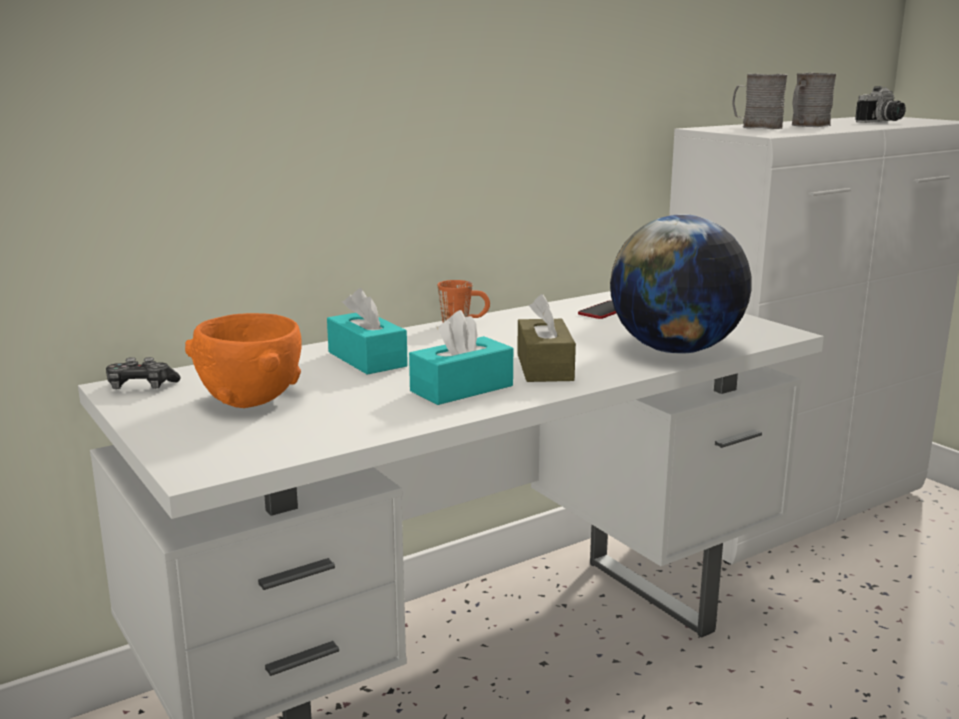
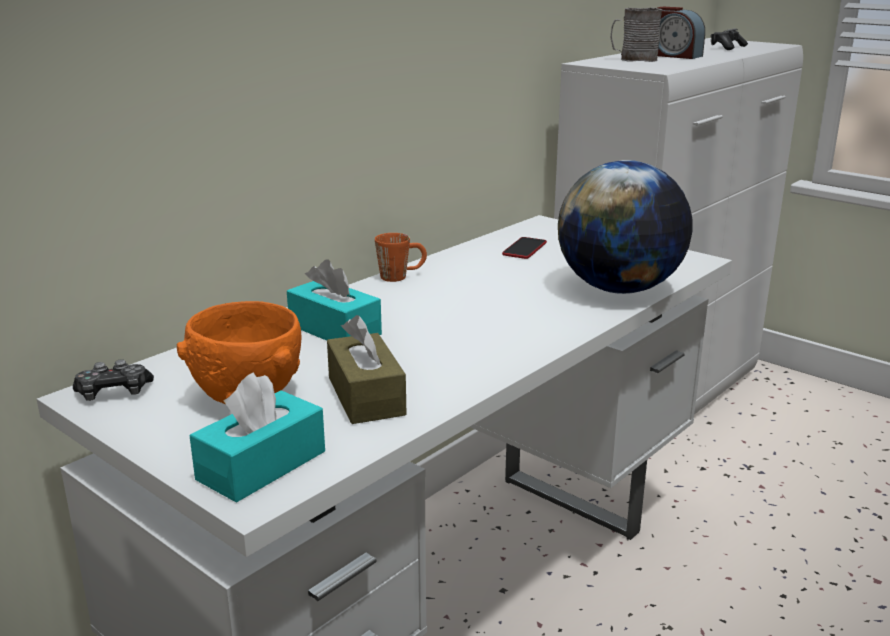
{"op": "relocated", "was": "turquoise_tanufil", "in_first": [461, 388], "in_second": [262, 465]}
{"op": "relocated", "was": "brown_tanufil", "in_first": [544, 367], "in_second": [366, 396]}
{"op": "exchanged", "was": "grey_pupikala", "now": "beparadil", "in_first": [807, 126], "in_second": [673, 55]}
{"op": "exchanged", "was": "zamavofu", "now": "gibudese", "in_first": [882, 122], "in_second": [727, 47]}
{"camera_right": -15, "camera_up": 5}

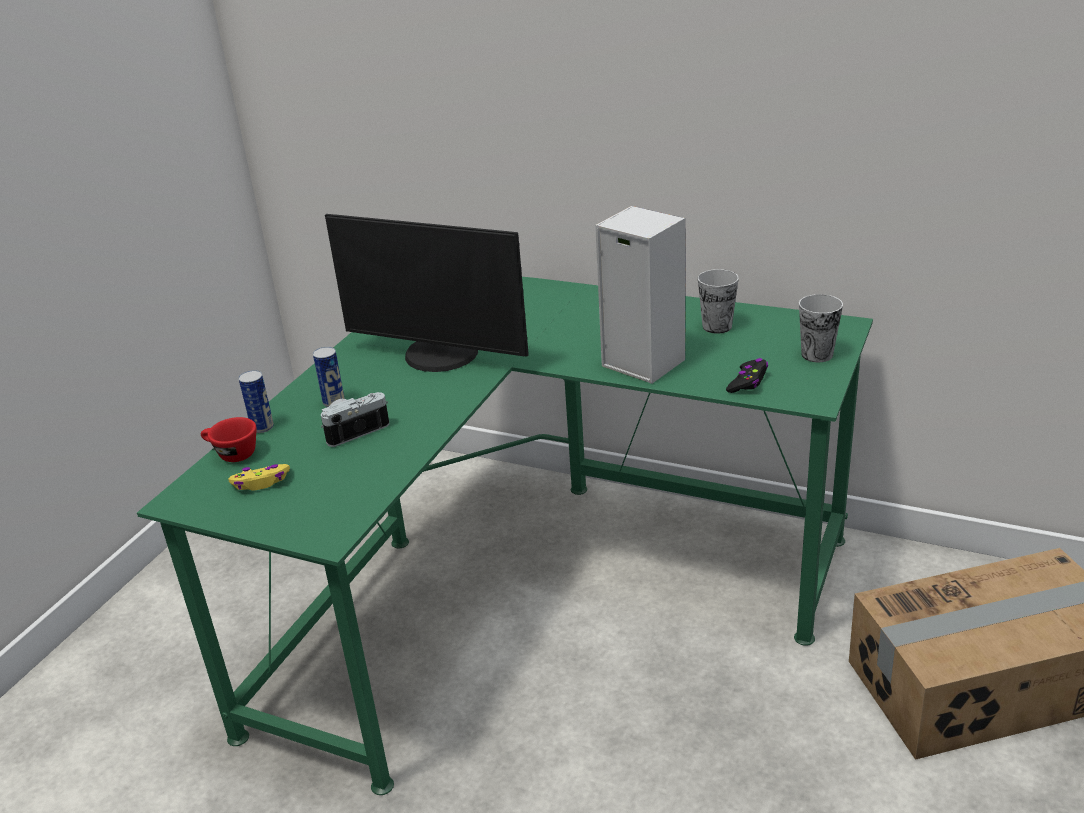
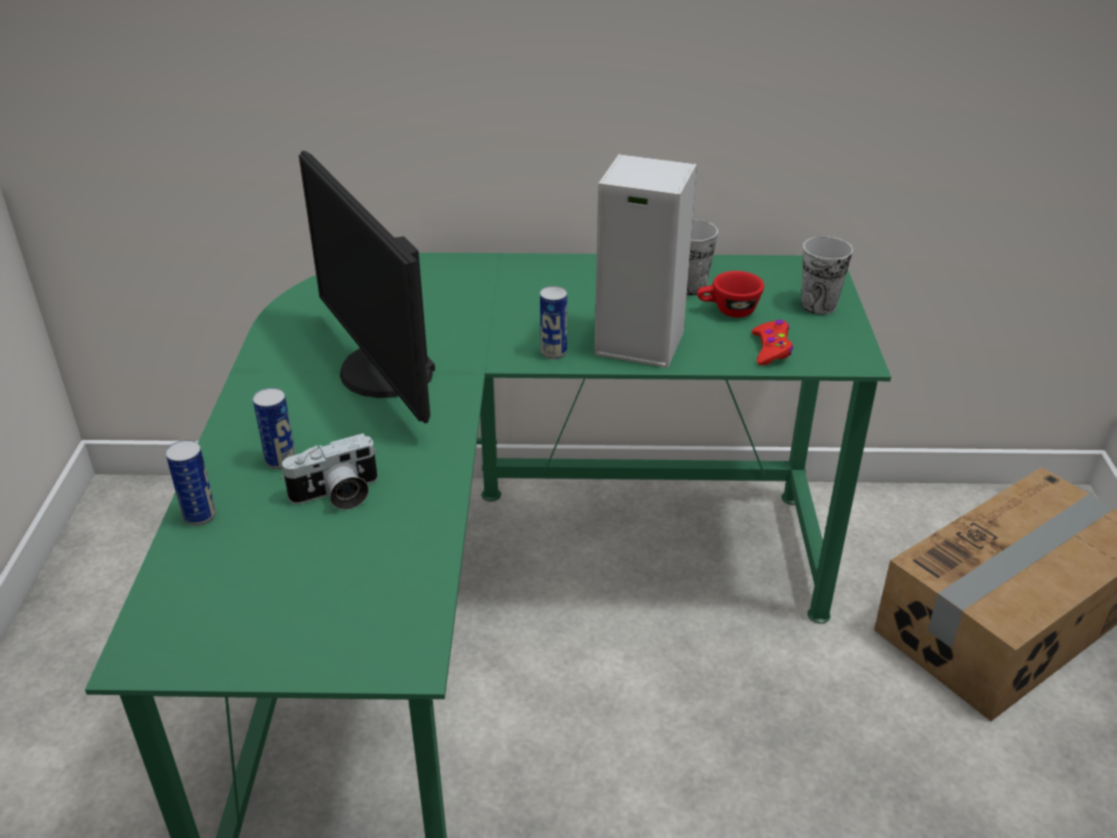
{"op": "relocated", "was": "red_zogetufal", "in_first": [231, 454], "in_second": [728, 311]}
{"op": "missing", "was": "yellow_gibudese", "in_first": [261, 483]}
{"op": "spun", "was": "zamavofu", "in_first": [354, 430], "in_second": [337, 495], "clockwise": -150}
{"op": "spun", "was": "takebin", "in_first": [439, 356], "in_second": [382, 372], "clockwise": 60}
{"op": "colour", "was": "black_gibudese", "now": "red_gibudese", "in_first": [748, 382], "in_second": [771, 349]}
{"op": "appeared", "now": "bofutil", "in_second": [553, 352]}
{"camera_right": -25, "camera_up": 5}

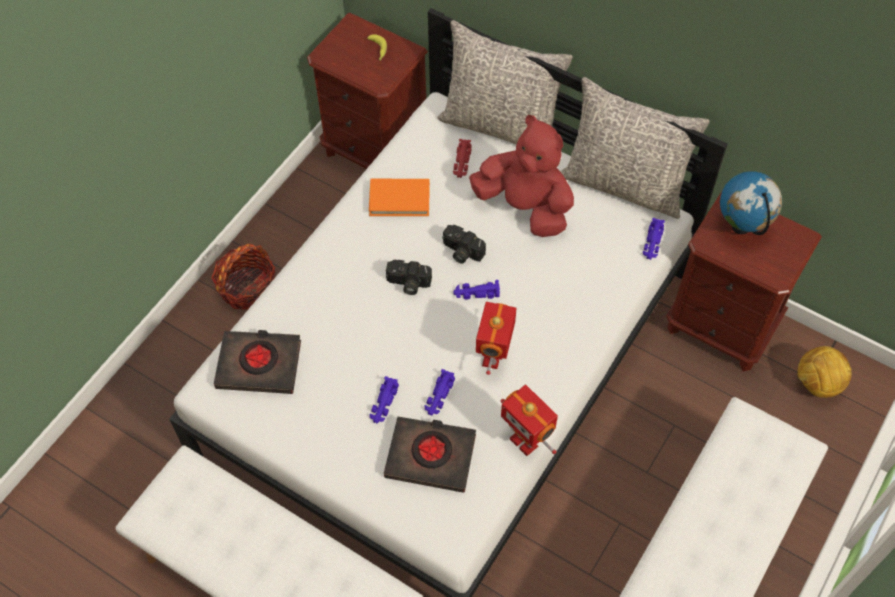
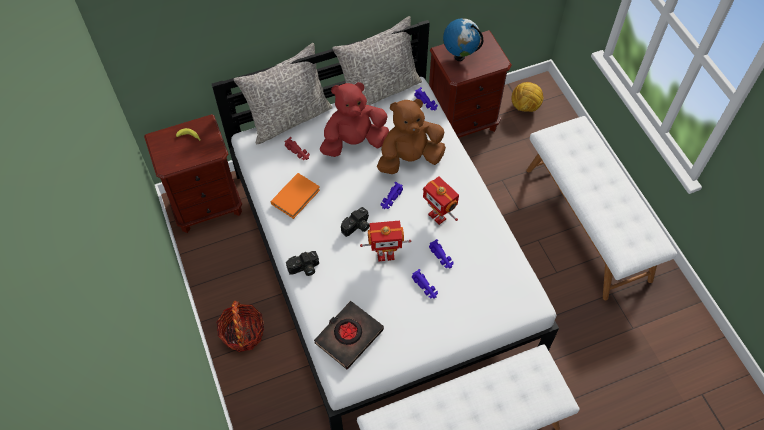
{"op": "missing", "was": "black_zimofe", "in_first": [431, 456]}
{"op": "relocated", "was": "zamavofu", "in_first": [461, 252], "in_second": [304, 269]}
{"op": "relocated", "was": "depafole", "in_first": [525, 441], "in_second": [385, 254]}
{"op": "appeared", "now": "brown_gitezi", "in_second": [409, 158]}
{"camera_right": -55, "camera_up": 0}

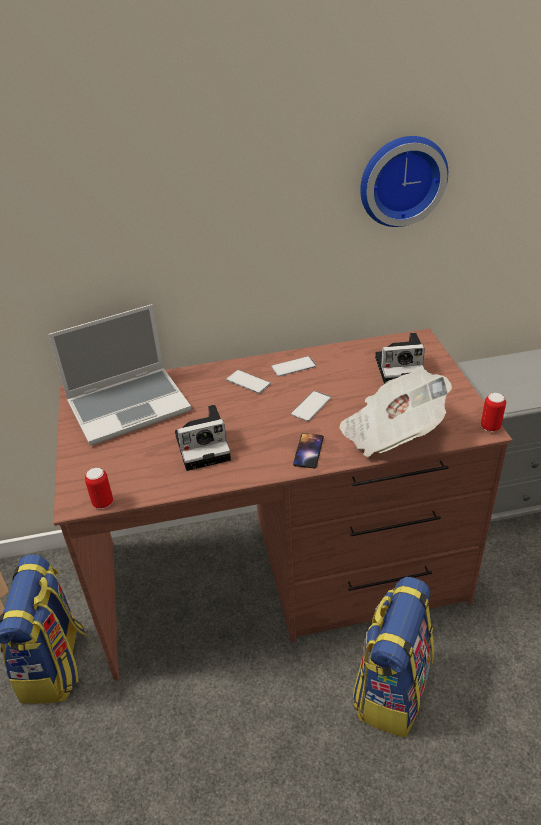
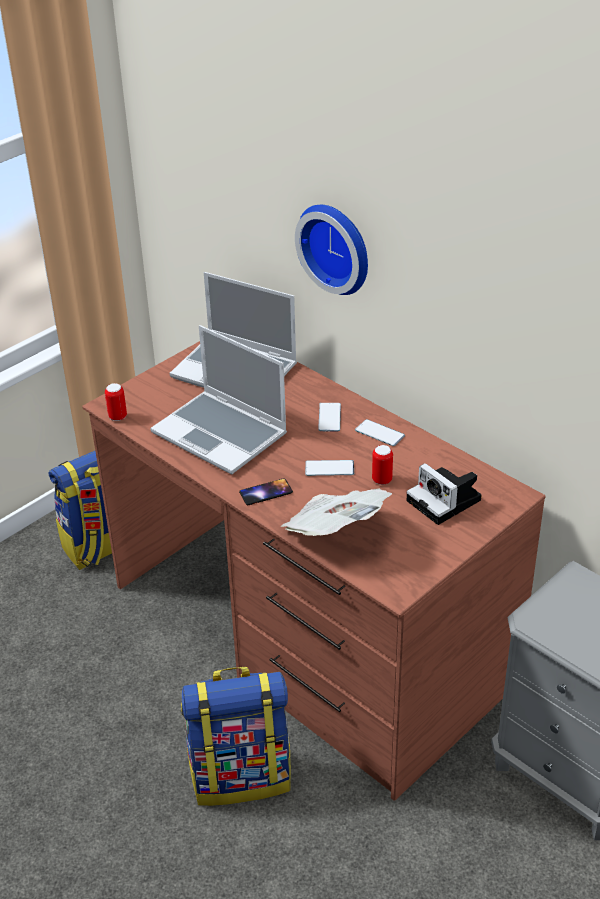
{"op": "exchanged", "was": "zamavofu", "now": "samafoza", "in_first": [205, 446], "in_second": [222, 434]}
{"op": "relocated", "was": "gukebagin", "in_first": [401, 180], "in_second": [337, 247]}
{"op": "relocated", "was": "bofutil", "in_first": [490, 427], "in_second": [382, 480]}
{"camera_right": 55, "camera_up": 0}

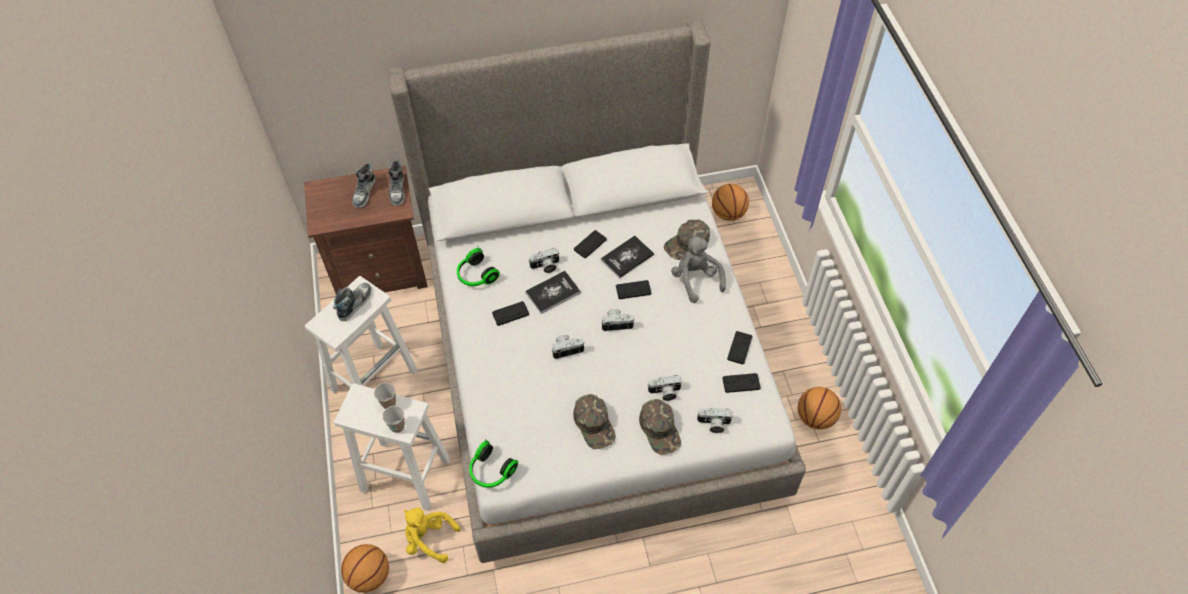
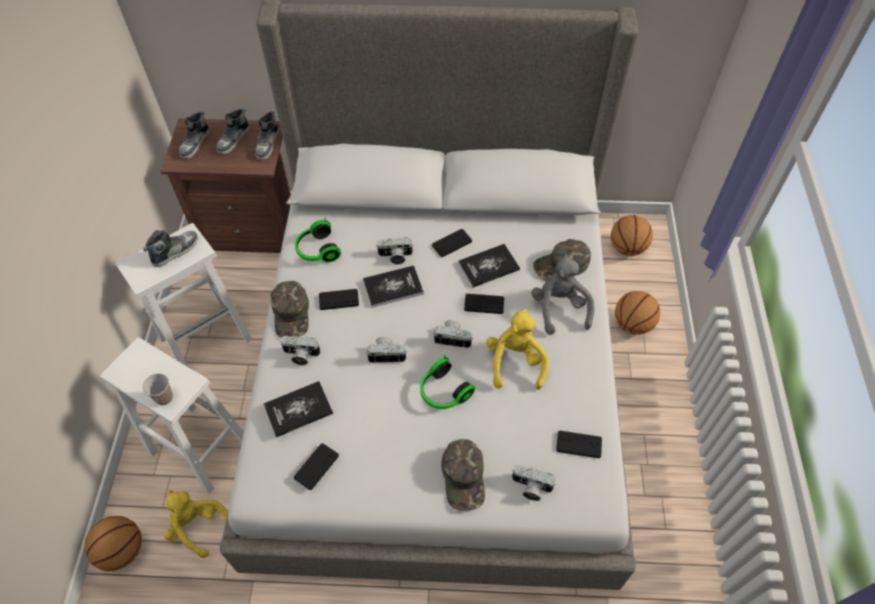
{"op": "missing", "was": "zogetufal", "in_first": [389, 403]}
{"op": "relocated", "was": "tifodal", "in_first": [491, 471], "in_second": [443, 392]}
{"op": "relocated", "was": "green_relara", "in_first": [594, 424], "in_second": [291, 313]}
{"op": "relocated", "was": "zamavofu", "in_first": [665, 392], "in_second": [300, 355]}
{"op": "relocated", "was": "black_gibudese", "in_first": [739, 348], "in_second": [316, 466]}
{"op": "relocated", "was": "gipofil", "in_first": [815, 418], "in_second": [633, 324]}
{"op": "appeared", "now": "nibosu", "in_second": [195, 143]}
{"op": "appeared", "now": "zimofe", "in_second": [298, 409]}
{"op": "appeared", "now": "yellow_gitezi", "in_second": [515, 362]}
{"camera_right": 15, "camera_up": 0}

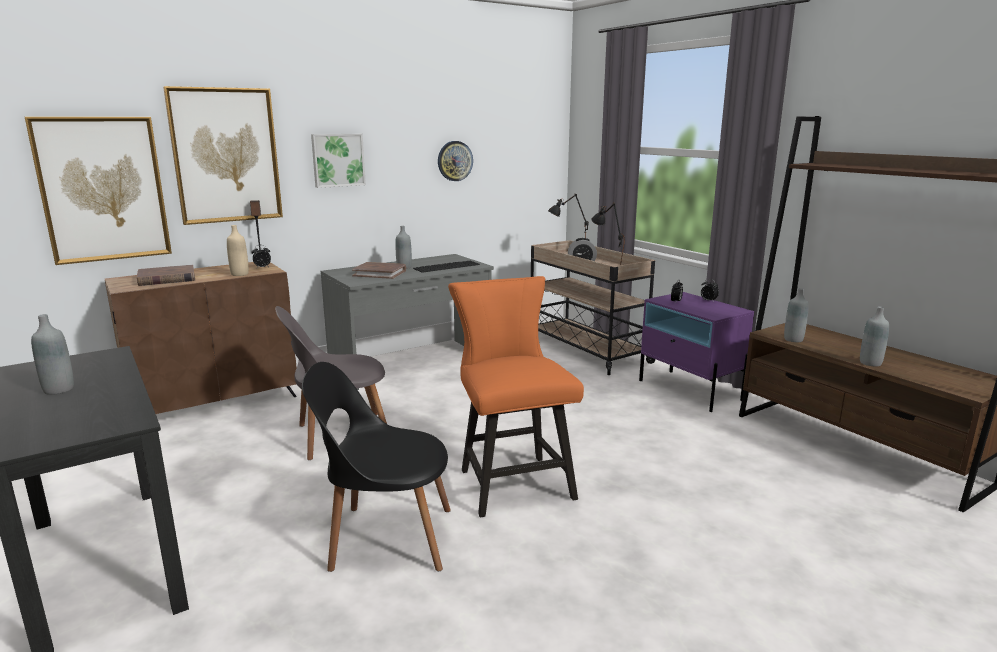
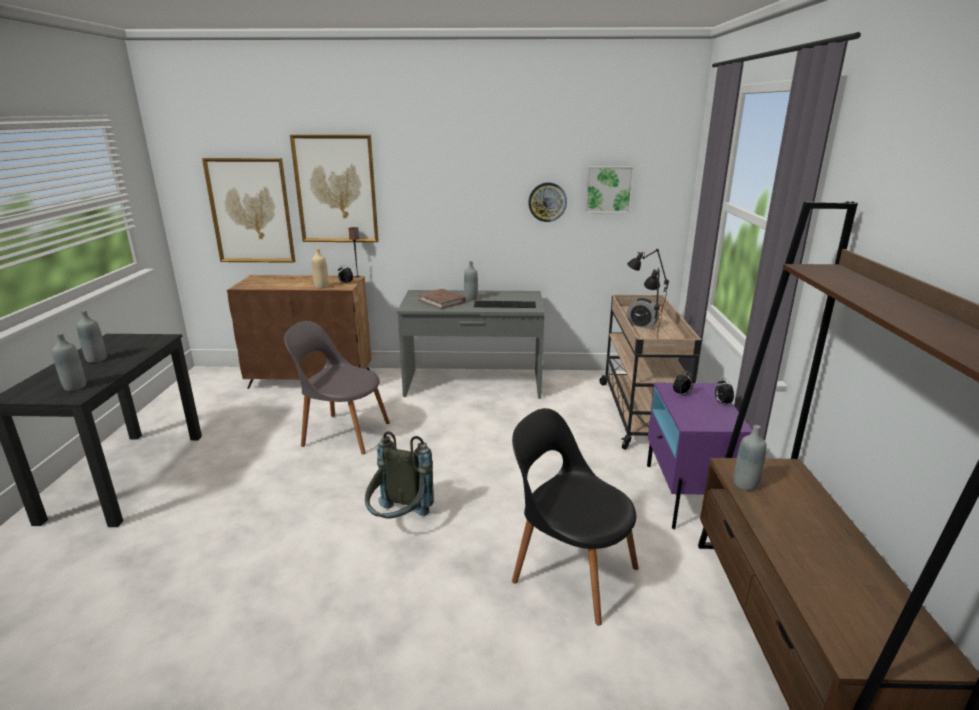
{"op": "missing", "was": "brown_zimofe", "in_first": [167, 279]}
{"op": "relocated", "was": "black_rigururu", "in_first": [386, 537], "in_second": [570, 571]}
{"op": "relocated", "was": "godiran", "in_first": [338, 160], "in_second": [608, 189]}
{"op": "exchanged", "was": "orange_rigururu", "now": "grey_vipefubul", "in_first": [512, 480], "in_second": [399, 522]}
{"op": "relocated", "was": "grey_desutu", "in_first": [870, 363], "in_second": [75, 387]}
{"camera_right": 35, "camera_up": 5}

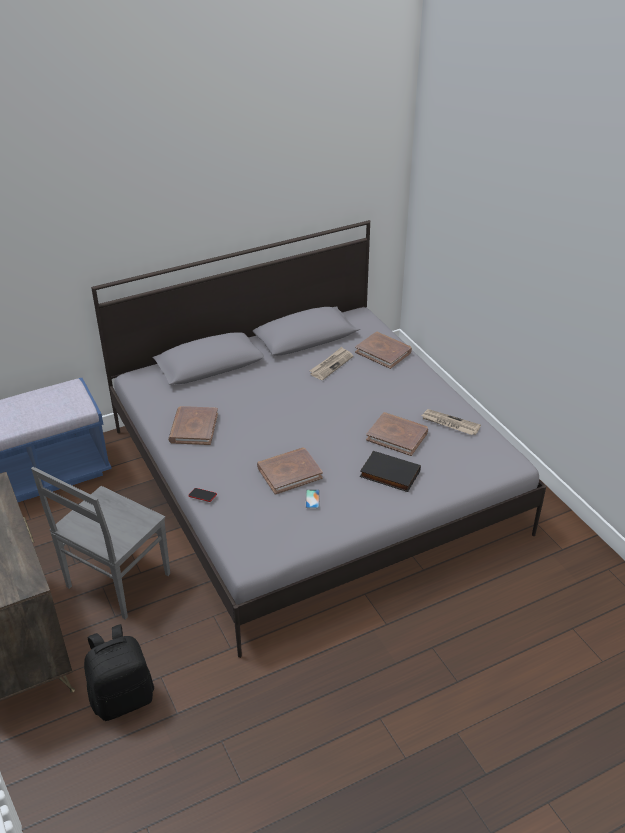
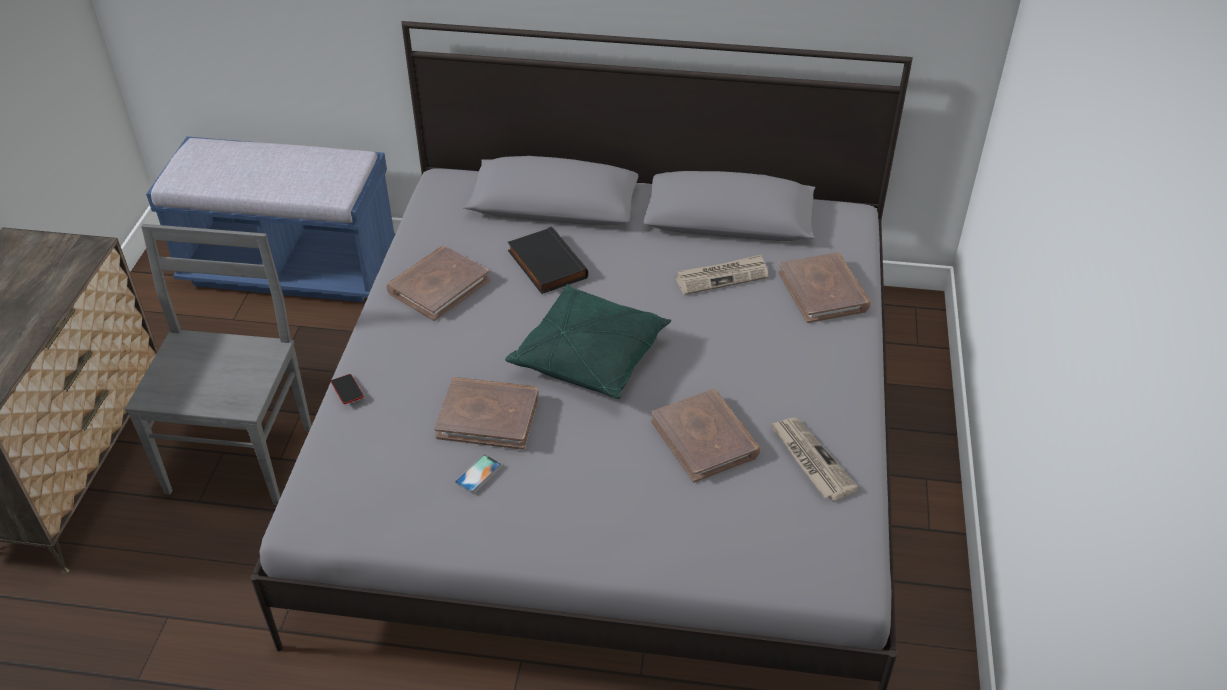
{"op": "spun", "was": "grey_rigururu", "in_first": [116, 582], "in_second": [242, 456], "clockwise": 120}
{"op": "missing", "was": "black_vipefubul", "in_first": [123, 698]}
{"op": "relocated", "was": "black_zimofe", "in_first": [389, 474], "in_second": [545, 264]}
{"op": "appeared", "now": "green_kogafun", "in_second": [590, 356]}
{"camera_right": 35, "camera_up": 5}

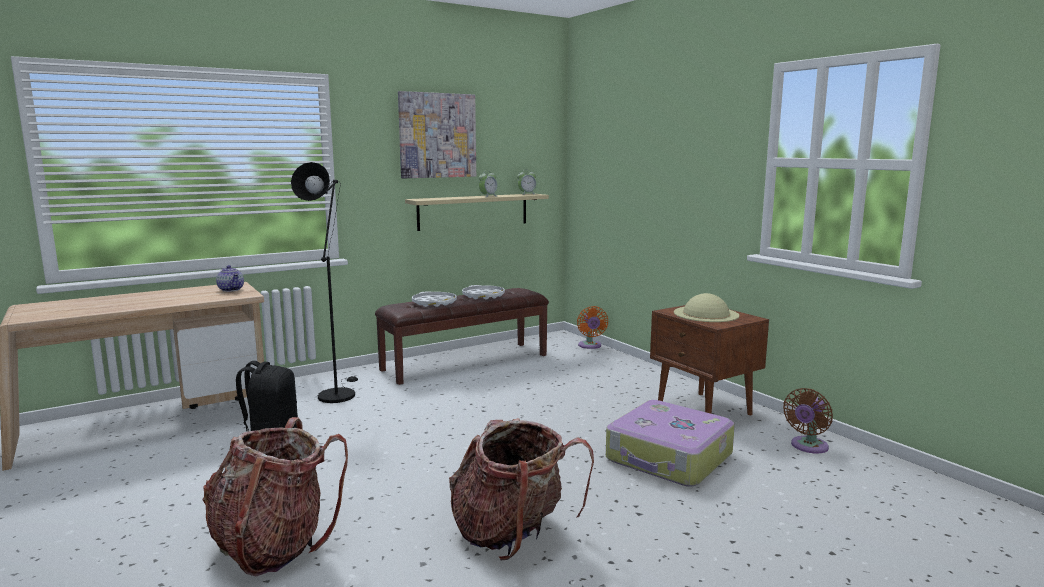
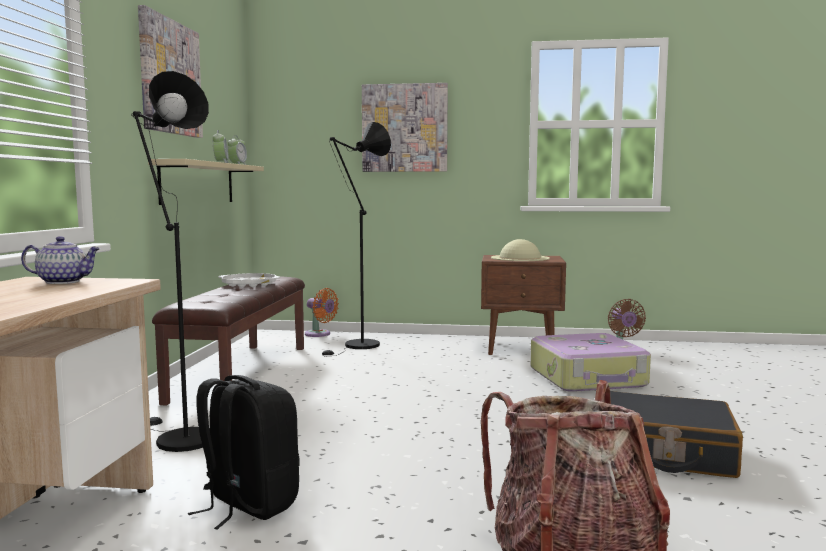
{"op": "missing", "was": "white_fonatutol", "in_first": [434, 303]}
{"op": "exchanged", "was": "vipefubul", "now": "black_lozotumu", "in_first": [513, 535], "in_second": [665, 453]}
{"op": "appeared", "now": "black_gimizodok", "in_second": [358, 346]}
{"op": "appeared", "now": "godiran", "in_second": [404, 128]}
{"camera_right": -50, "camera_up": -5}

